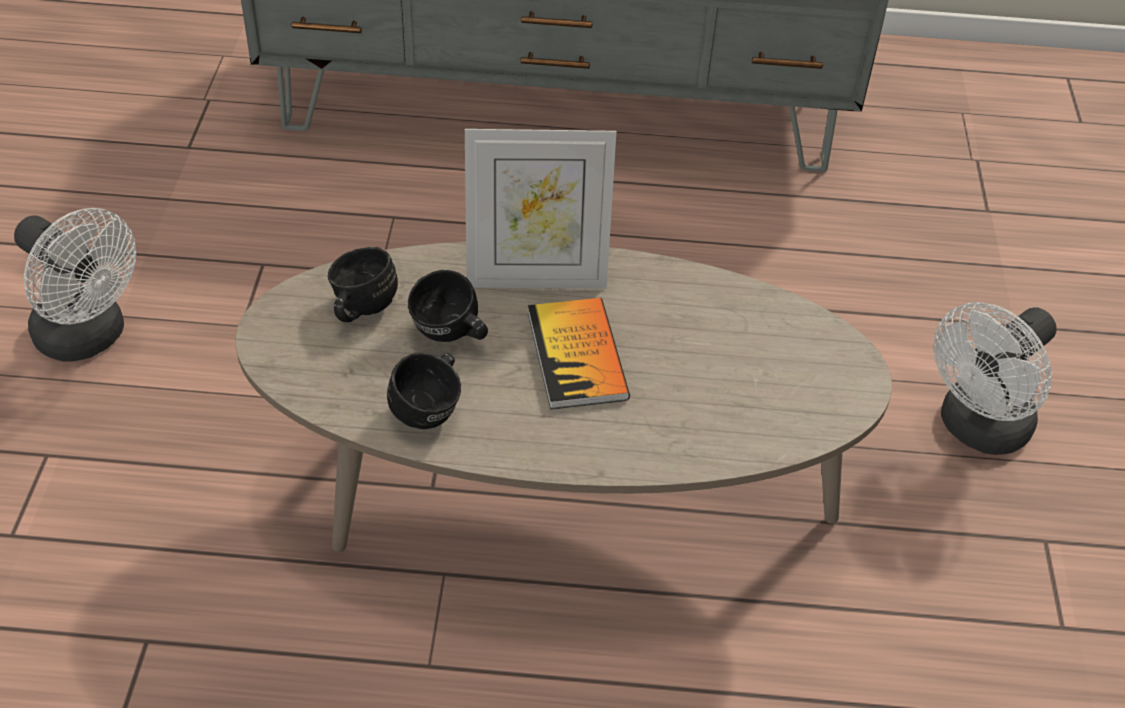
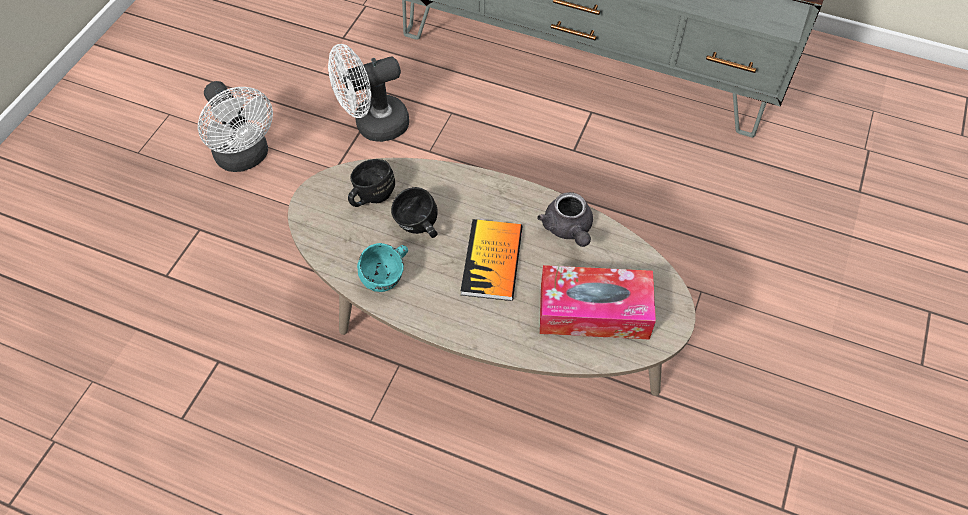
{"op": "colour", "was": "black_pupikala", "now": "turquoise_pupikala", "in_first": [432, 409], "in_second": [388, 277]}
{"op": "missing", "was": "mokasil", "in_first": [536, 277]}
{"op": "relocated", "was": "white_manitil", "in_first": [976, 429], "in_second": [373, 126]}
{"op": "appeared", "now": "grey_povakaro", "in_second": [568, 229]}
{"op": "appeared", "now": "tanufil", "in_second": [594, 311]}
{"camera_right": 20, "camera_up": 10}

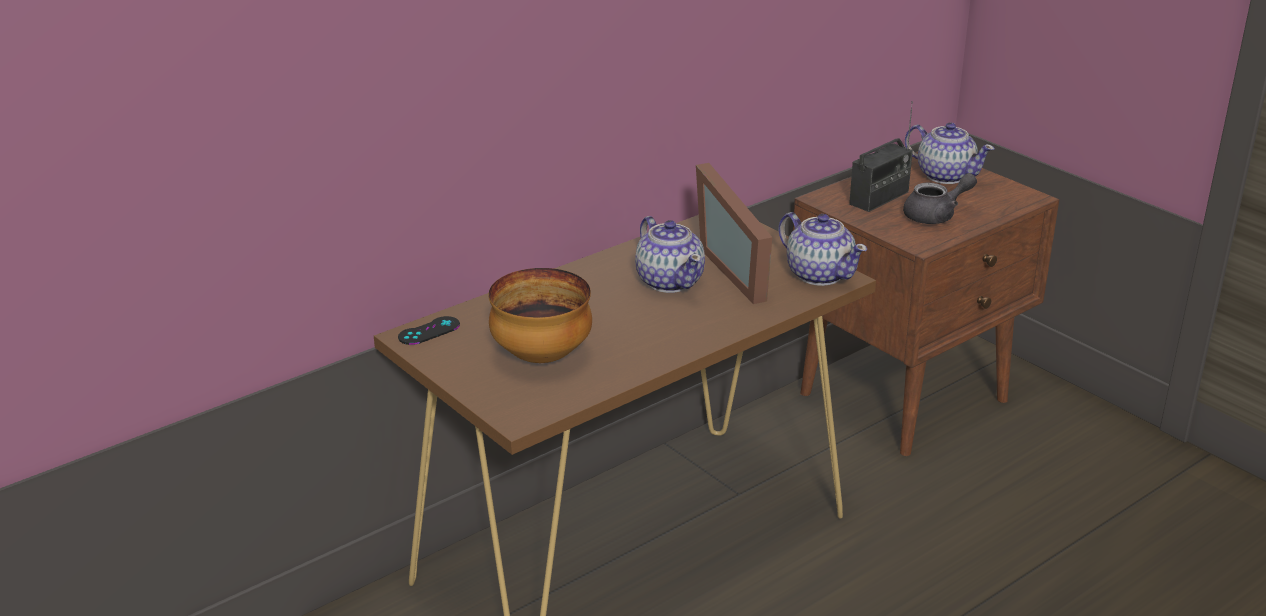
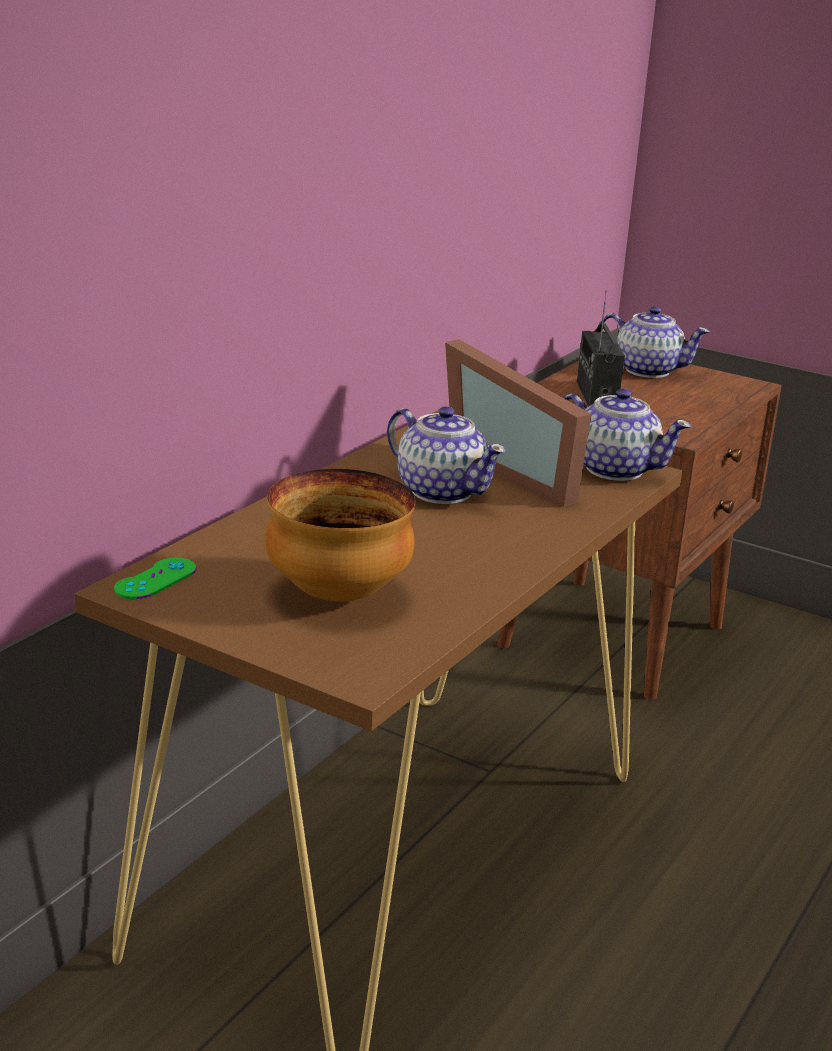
{"op": "colour", "was": "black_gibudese", "now": "green_gibudese", "in_first": [429, 331], "in_second": [155, 579]}
{"op": "spun", "was": "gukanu", "in_first": [879, 198], "in_second": [596, 395], "clockwise": 150}
{"op": "missing", "was": "grey_povakaro", "in_first": [936, 216]}
{"camera_right": -20, "camera_up": -5}

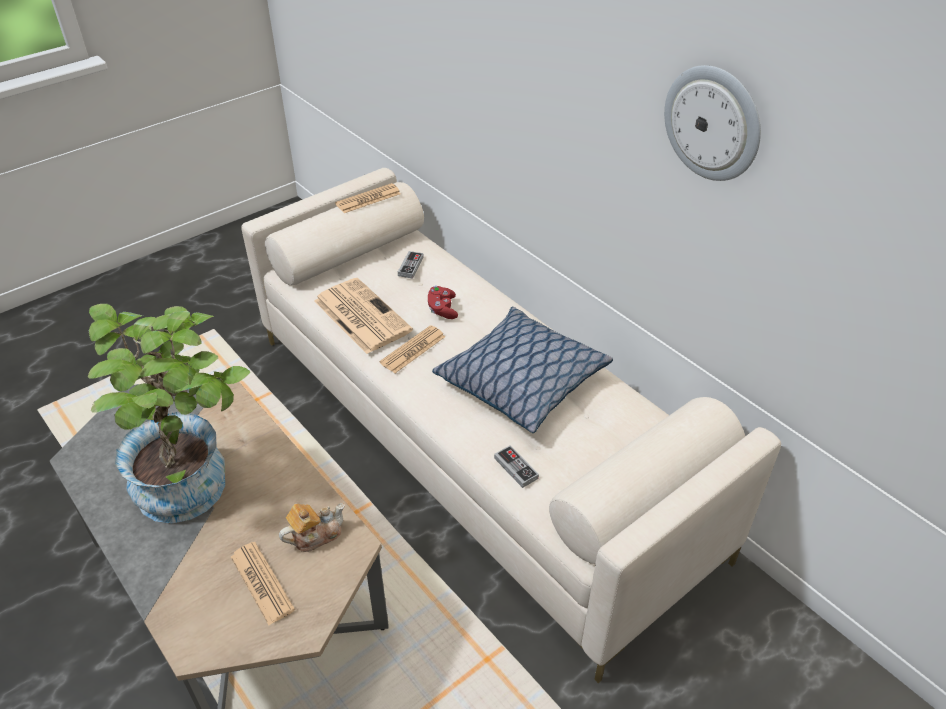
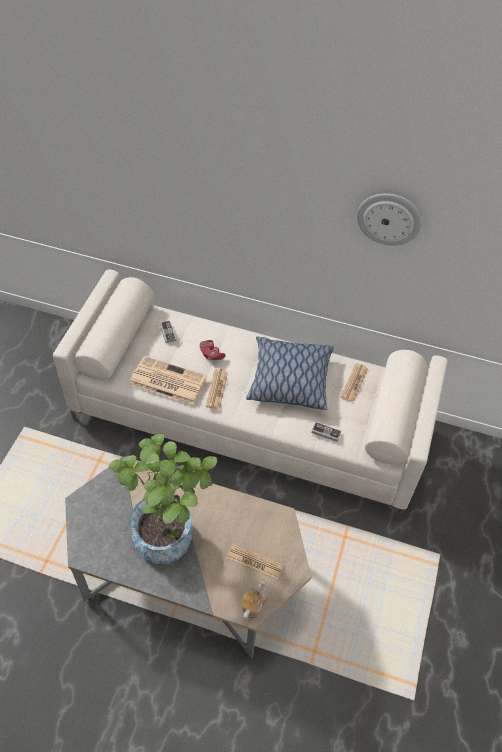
{"op": "relocated", "was": "povakaro", "in_first": [315, 535], "in_second": [253, 604]}
{"op": "relocated", "was": "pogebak", "in_first": [368, 199], "in_second": [354, 383]}
{"camera_right": -35, "camera_up": 10}

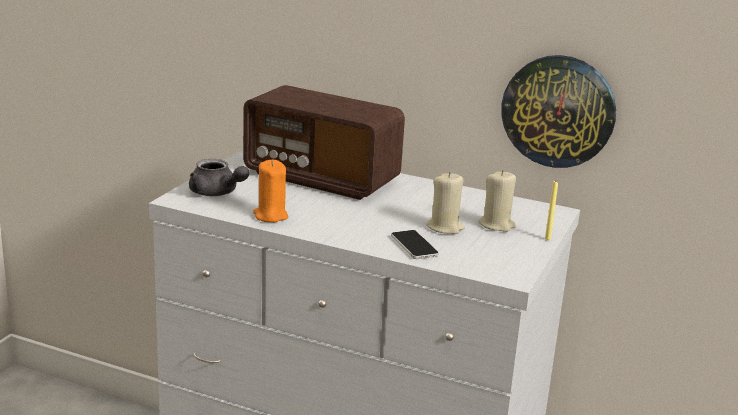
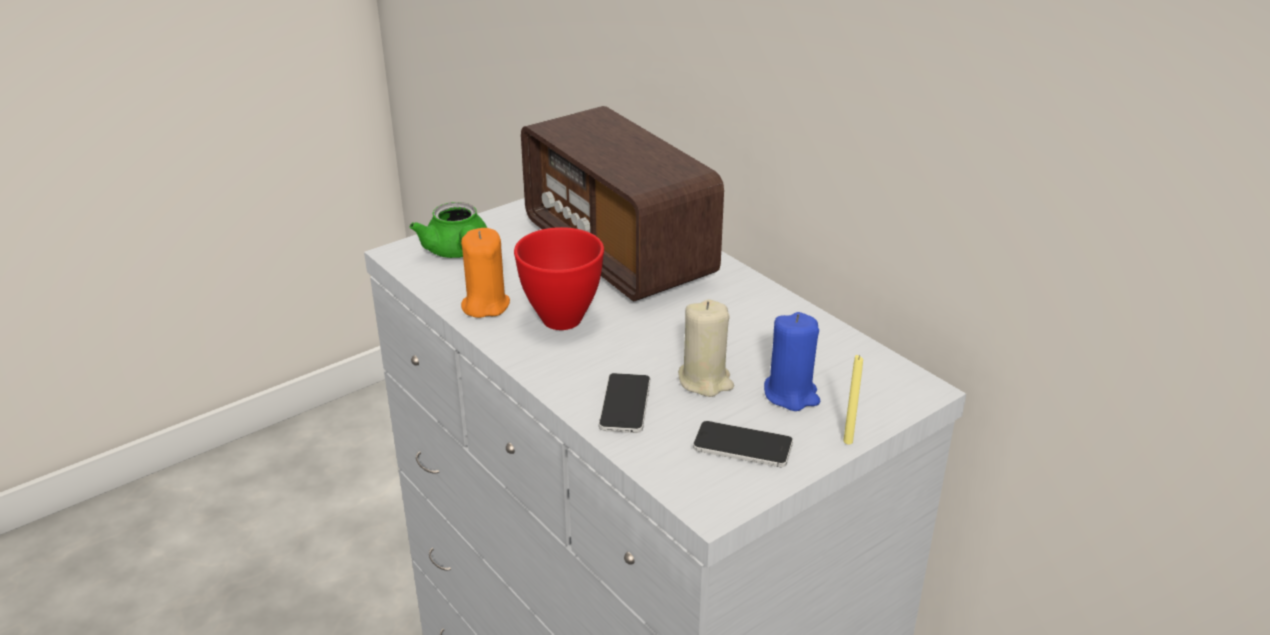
{"op": "colour", "was": "grey_povakaro", "now": "green_povakaro", "in_first": [217, 193], "in_second": [458, 252]}
{"op": "colour", "was": "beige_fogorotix", "now": "blue_fogorotix", "in_first": [497, 225], "in_second": [791, 394]}
{"op": "missing", "was": "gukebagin", "in_first": [558, 111]}
{"op": "appeared", "now": "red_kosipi", "in_second": [561, 318]}
{"op": "appeared", "now": "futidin", "in_second": [742, 446]}
{"camera_right": 30, "camera_up": 10}

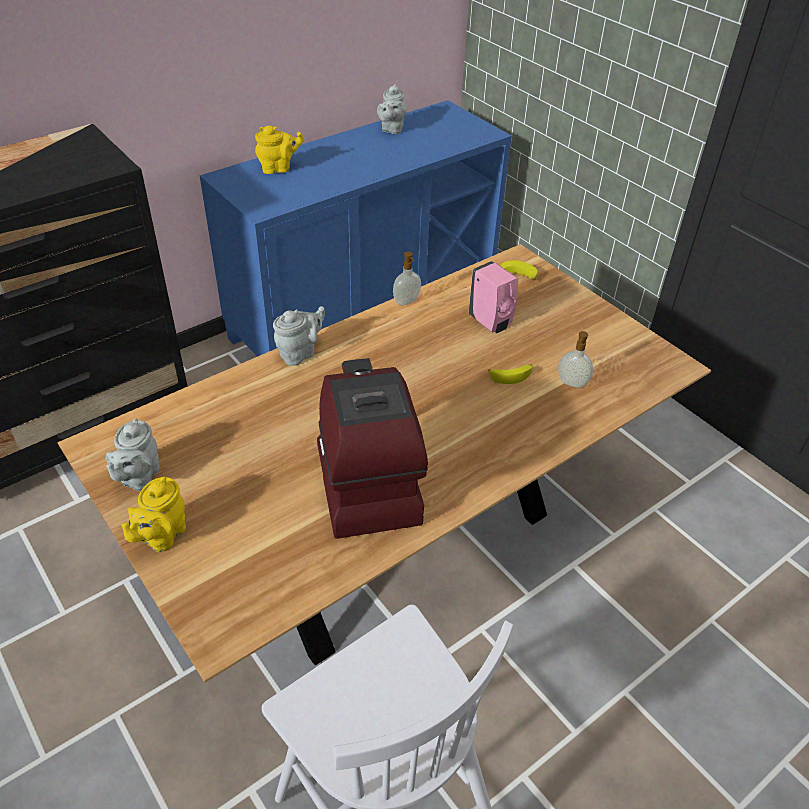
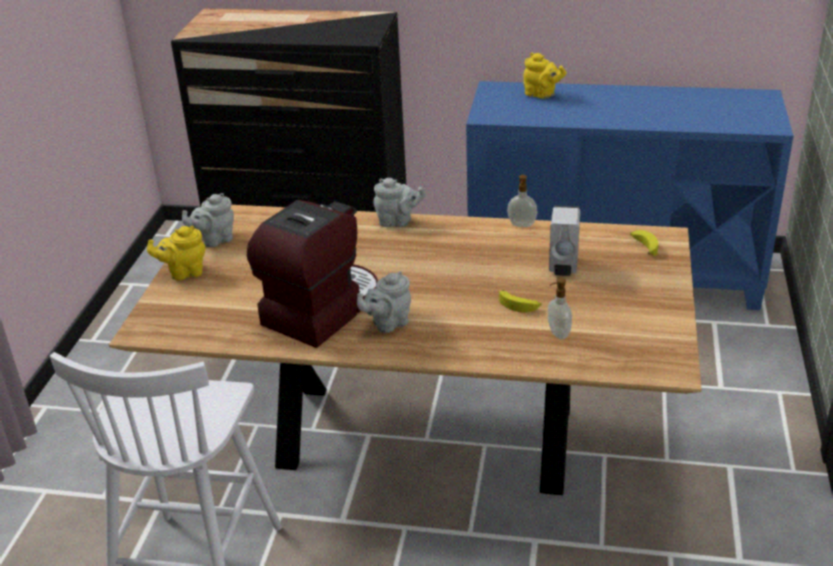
{"op": "relocated", "was": "grey_povakaro", "in_first": [392, 129], "in_second": [388, 323]}
{"op": "colour", "was": "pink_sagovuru", "now": "white_sagovuru", "in_first": [491, 323], "in_second": [563, 267]}
{"camera_right": 50, "camera_up": -10}

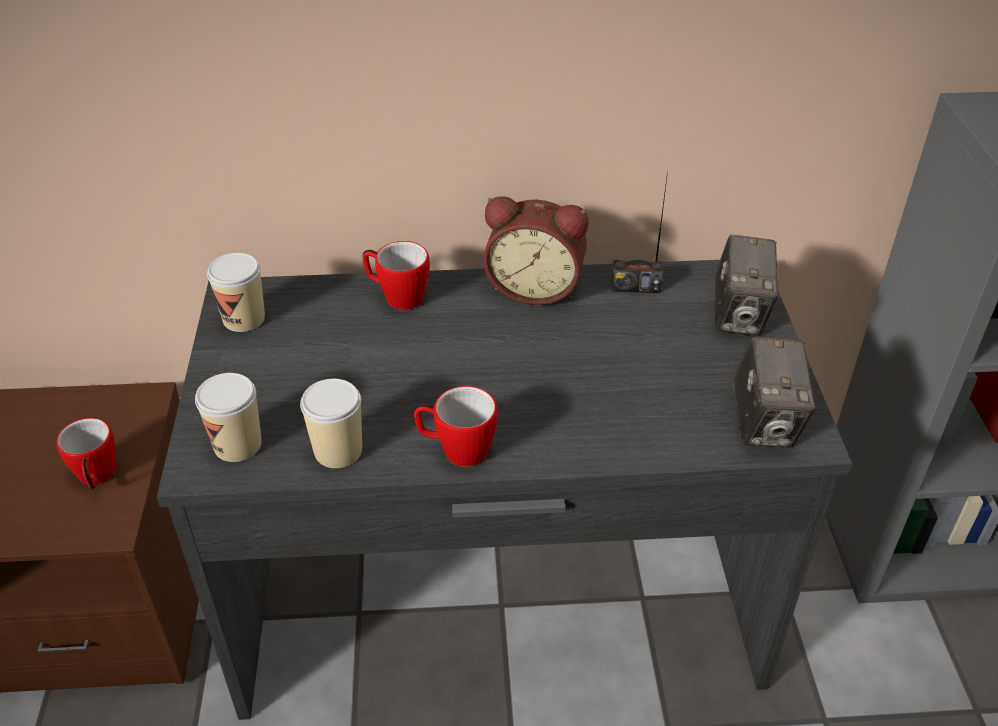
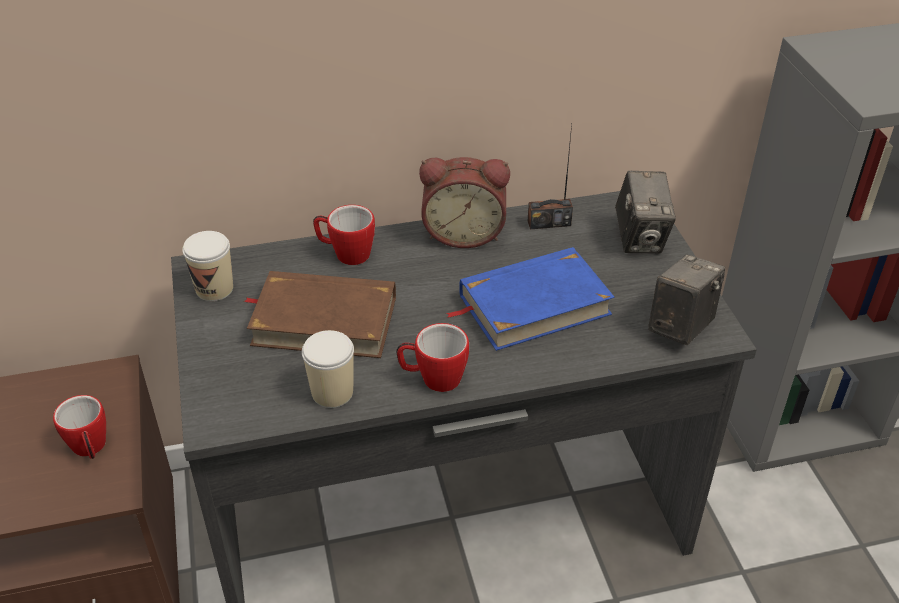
{"op": "missing", "was": "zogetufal", "in_first": [237, 444]}
{"op": "spun", "was": "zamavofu", "in_first": [764, 424], "in_second": [681, 326], "clockwise": -135}
{"op": "appeared", "now": "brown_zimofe", "in_second": [324, 320]}
{"op": "appeared", "now": "blue_zimofe", "in_second": [533, 304]}
{"camera_right": -10, "camera_up": 0}

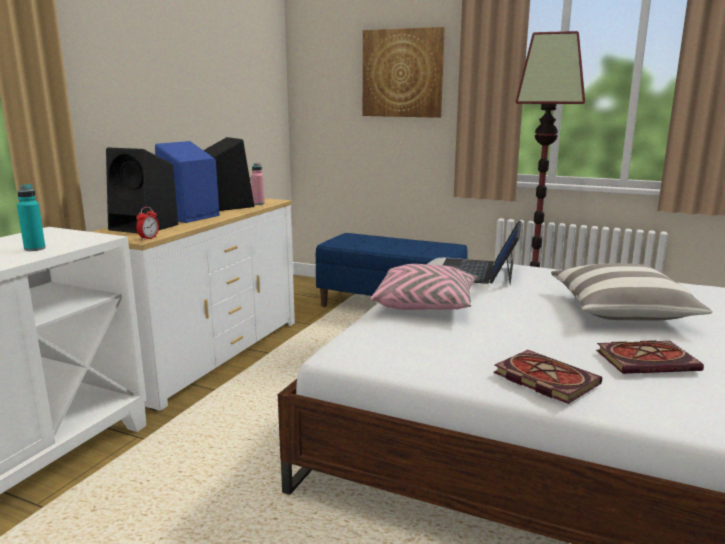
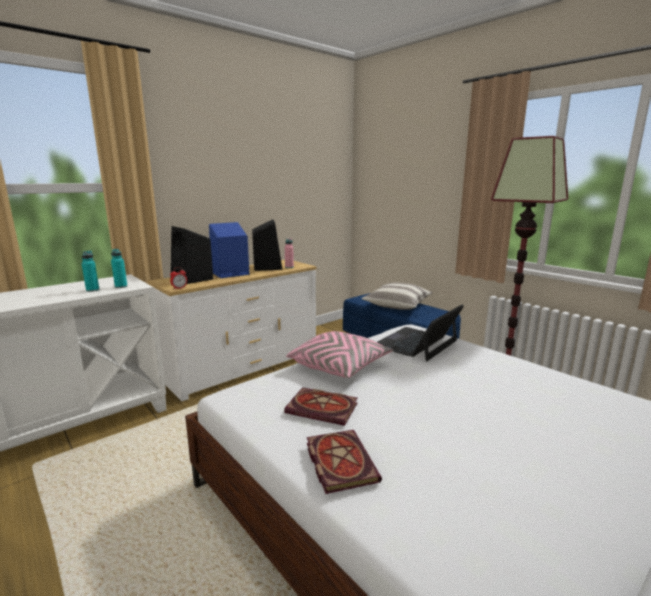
{"op": "missing", "was": "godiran", "in_first": [402, 73]}
{"op": "relocated", "was": "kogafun", "in_first": [621, 311], "in_second": [397, 305]}
{"op": "relocated", "was": "zimofe", "in_first": [648, 360], "in_second": [324, 408]}
{"op": "appeared", "now": "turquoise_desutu", "in_second": [121, 286]}
{"camera_right": 25, "camera_up": 0}

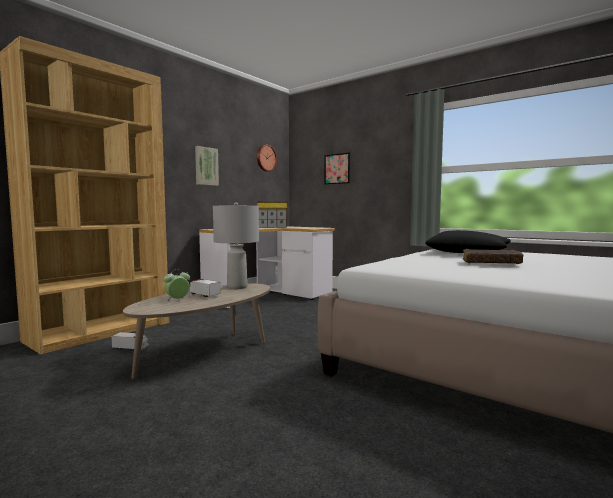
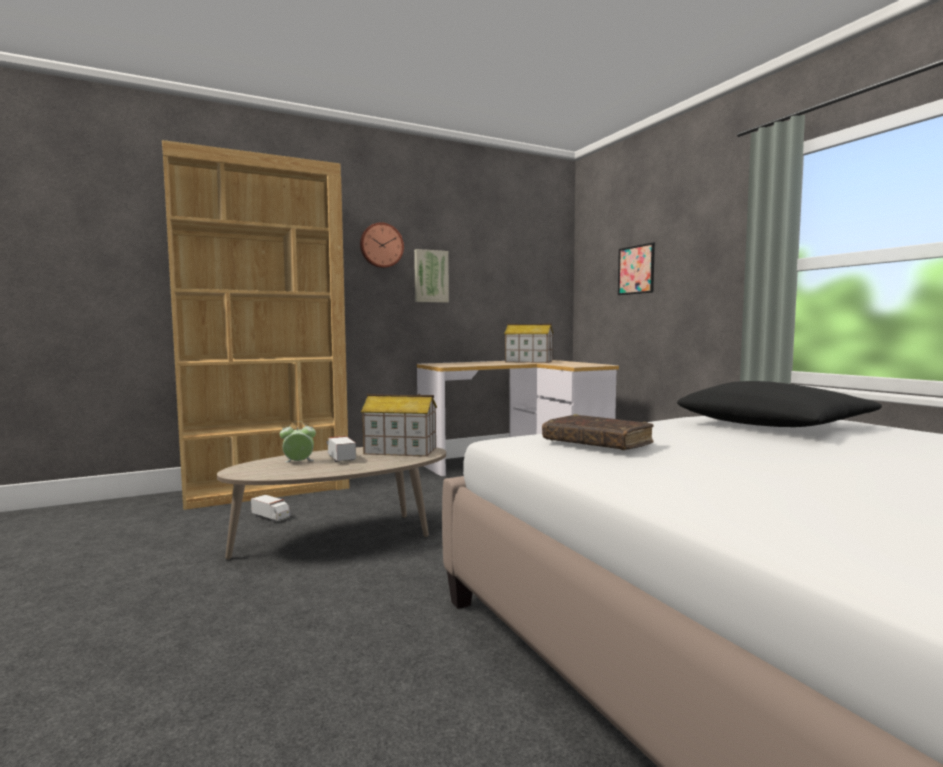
{"op": "exchanged", "was": "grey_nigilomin", "now": "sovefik", "in_first": [237, 287], "in_second": [400, 451]}
{"op": "relocated", "was": "gukebagin", "in_first": [265, 158], "in_second": [381, 245]}
{"op": "relocated", "was": "brown_zimofe", "in_first": [490, 263], "in_second": [597, 443]}
{"camera_right": 25, "camera_up": 0}

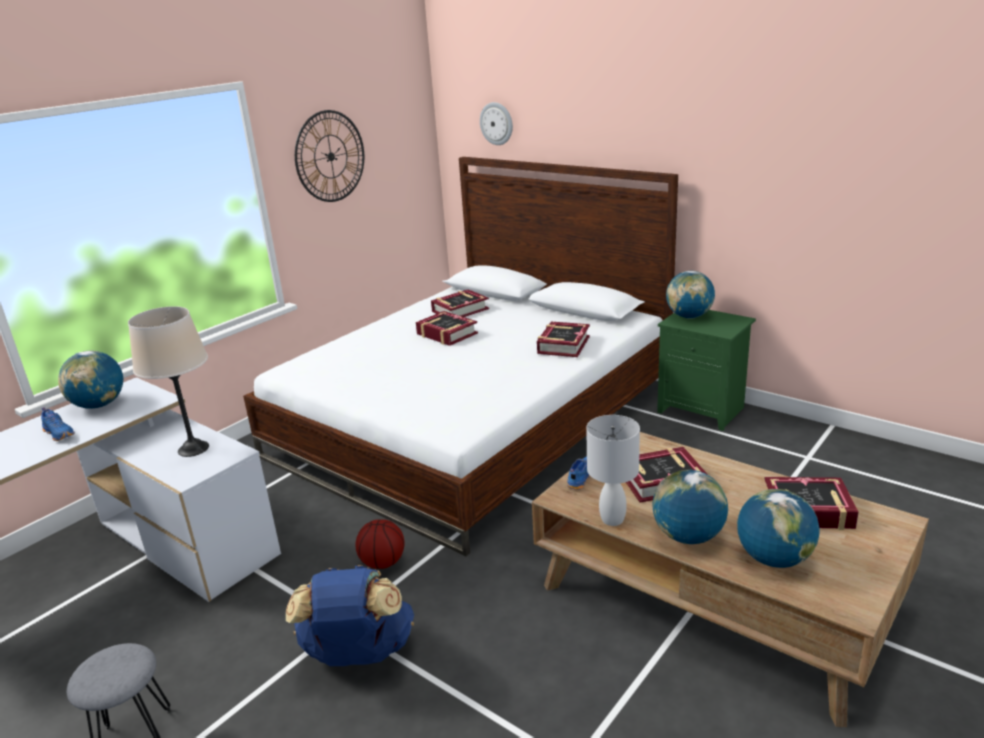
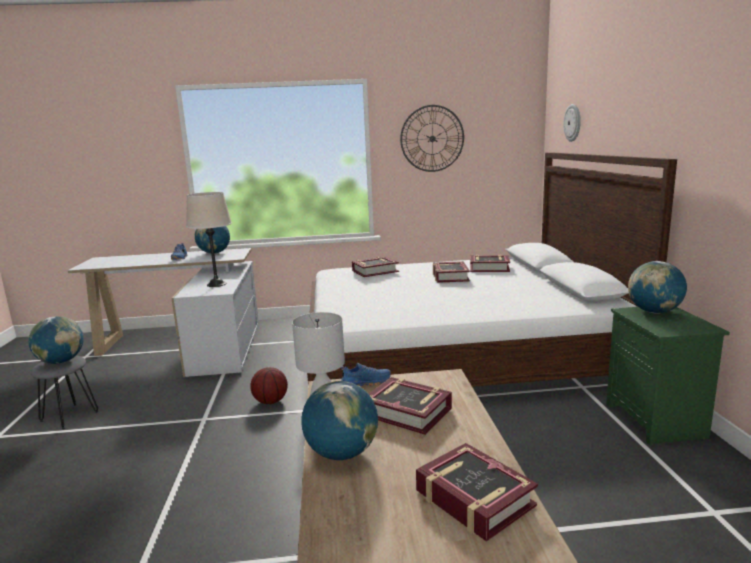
{"op": "missing", "was": "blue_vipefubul", "in_first": [358, 655]}
{"op": "relocated", "was": "zimofe", "in_first": [563, 345], "in_second": [375, 271]}
{"op": "relocated", "was": "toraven", "in_first": [774, 559], "in_second": [61, 362]}
{"camera_right": 45, "camera_up": -10}

